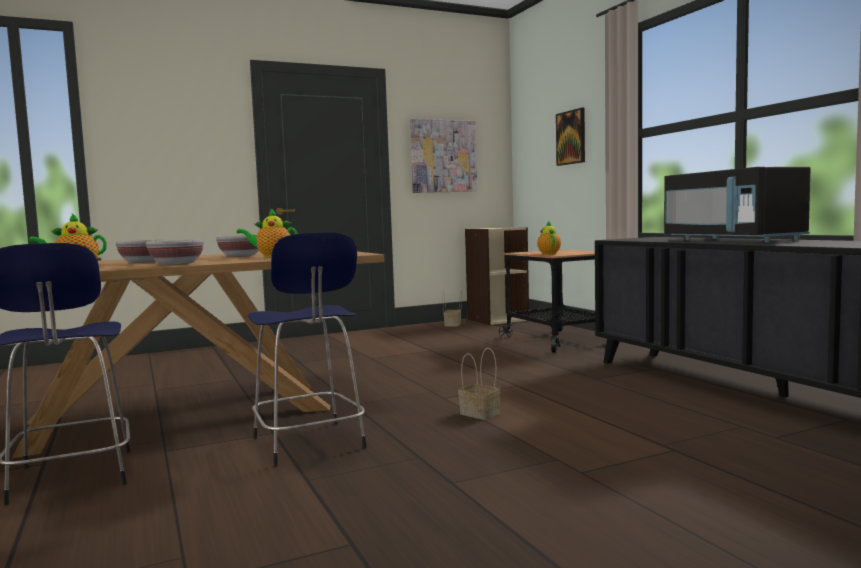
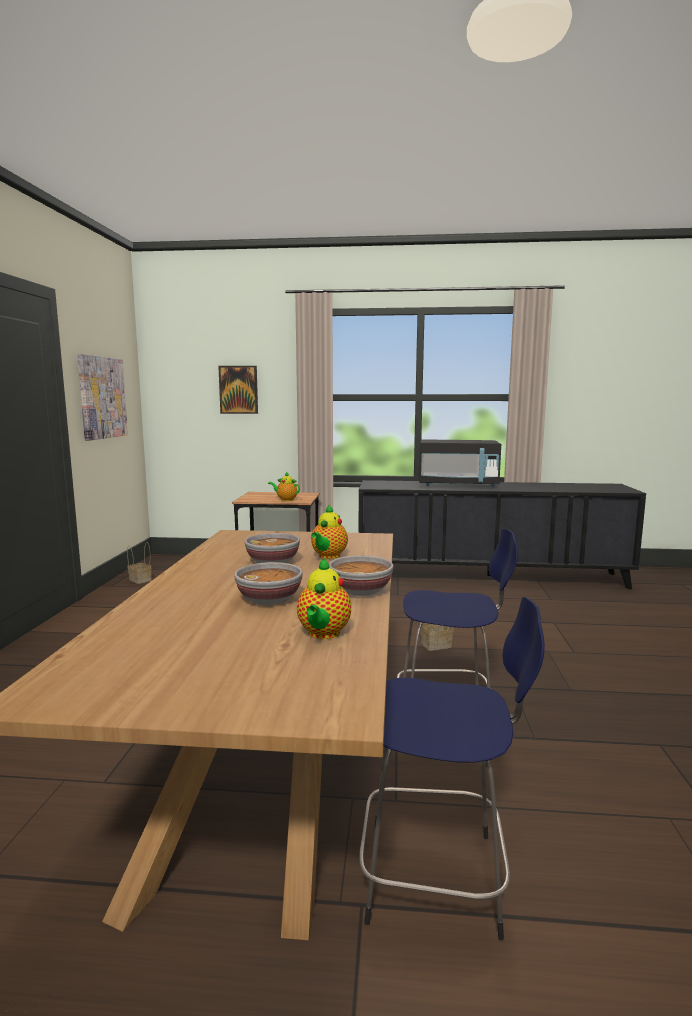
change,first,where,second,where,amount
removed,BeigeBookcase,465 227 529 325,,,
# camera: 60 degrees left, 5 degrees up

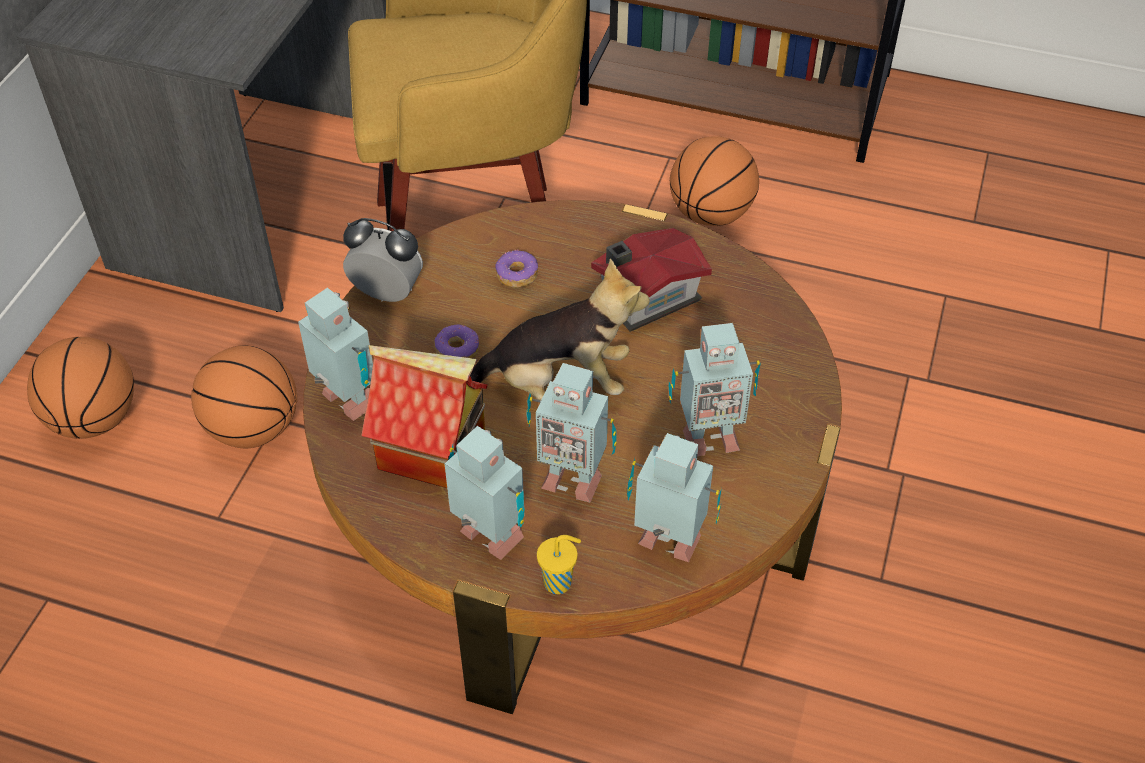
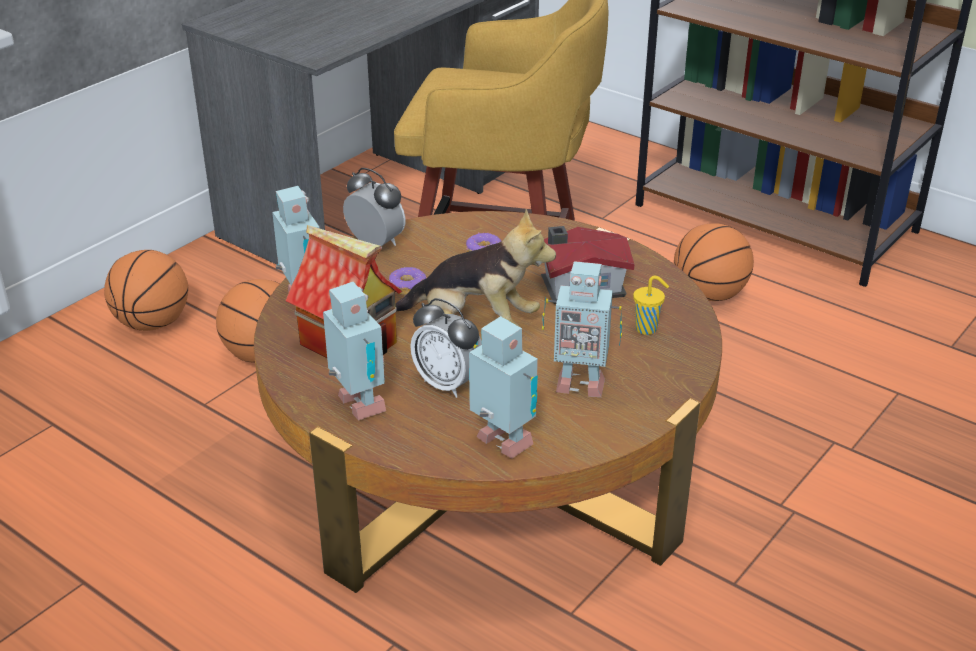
change,first,where,second,where,amount
replaced,ToyRobot,527 363 617 503,AlarmClock,410 298 482 398,
moved,YellowCup,537 535 581 594,,633 276 669 335,
# camera: 20 degrees right, 15 degrees down

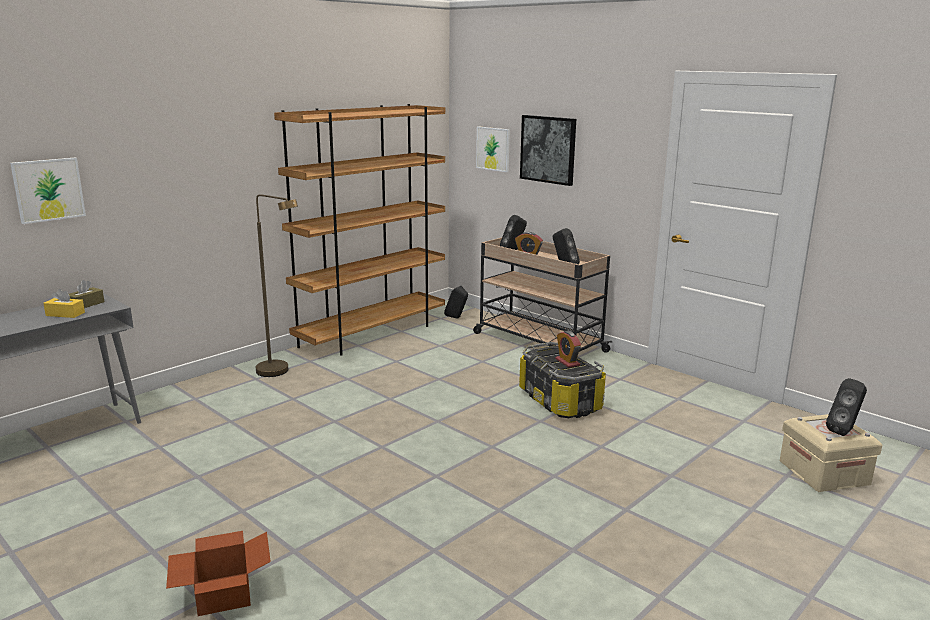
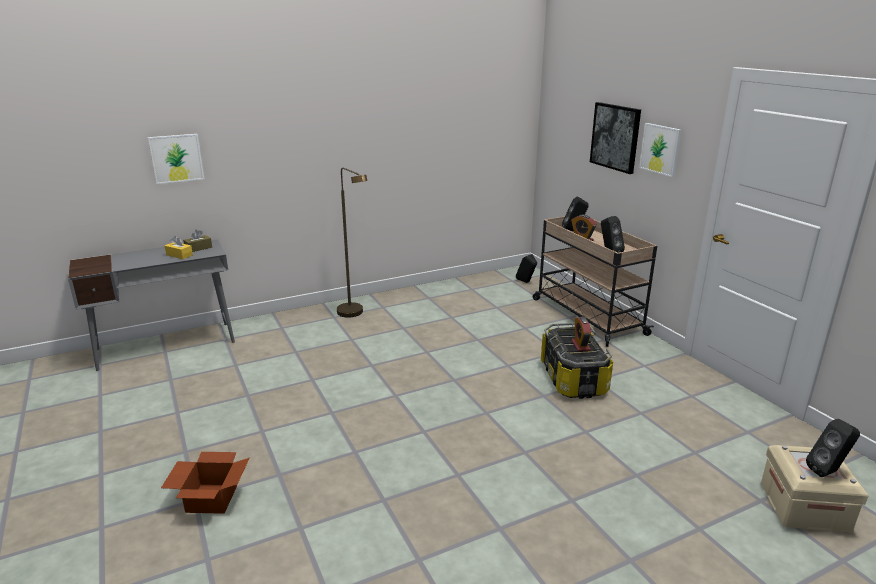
change,first,where,second,where,amount
removed,BrownBookcase,274 104 445 356,,,
moved,Picture,476 126 510 172,,639 123 681 177,
# camera: 20 degrees right, 5 degrees up

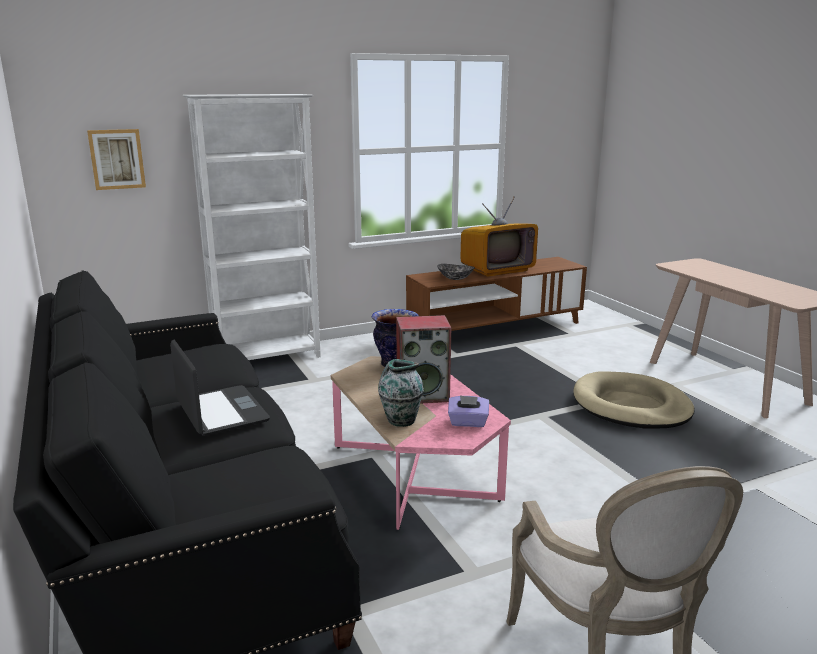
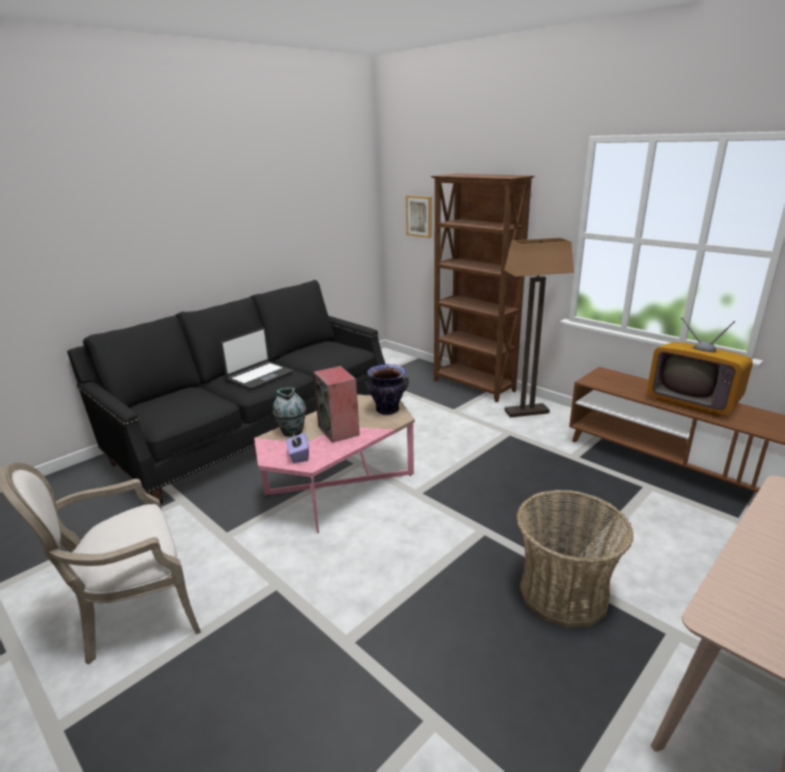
change,first,where,second,where,amount
recoloured,WhiteBookcase,183 94 321 360,BrownBookcase,431 173 535 402,
removed,Bowl,437 264 475 280,,,
replaced,BeigeDogBed,573 371 695 429,Basket,516 489 634 628,
added,,,FloorLamp,504 238 574 418,
# camera: 70 degrees right, 5 degrees up

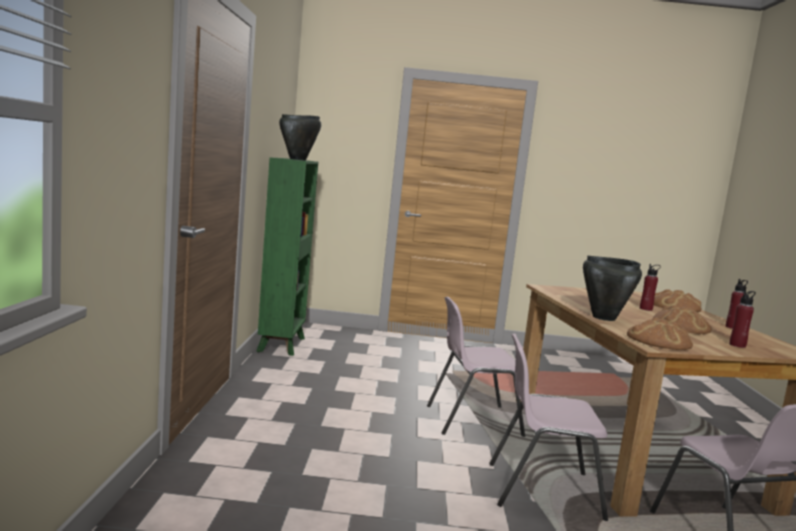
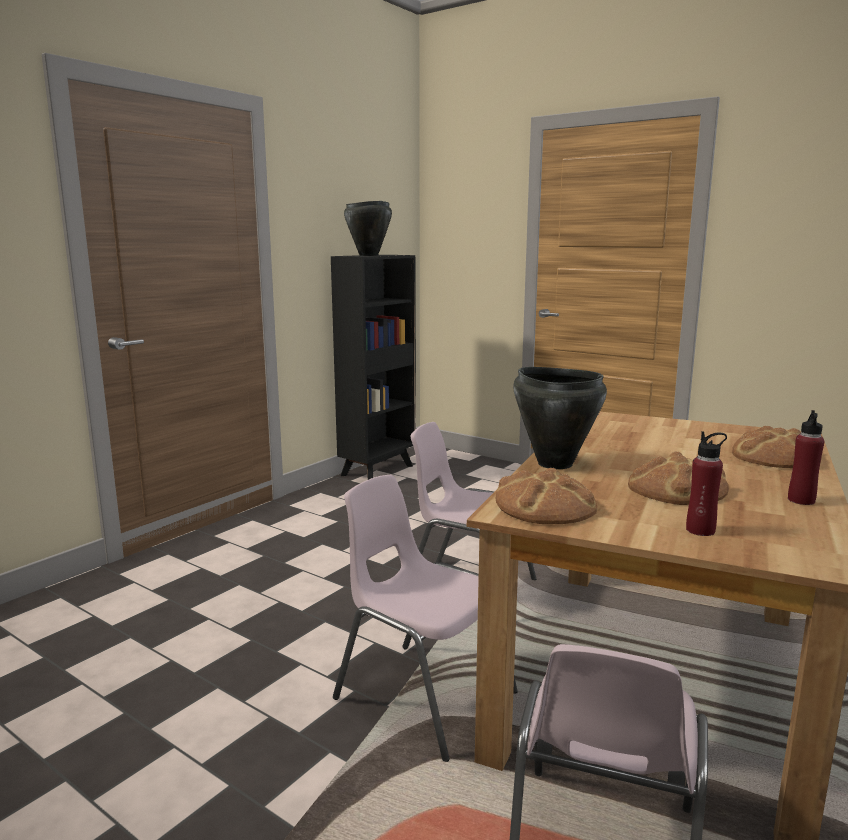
change,first,where,second,where,amount
recoloured,GreenBookcase,257 158 318 356,BlackBookcase,331 255 416 480,
removed,RedBottle,640 264 661 311,,,
# camera: 35 degrees right, 5 degrees up

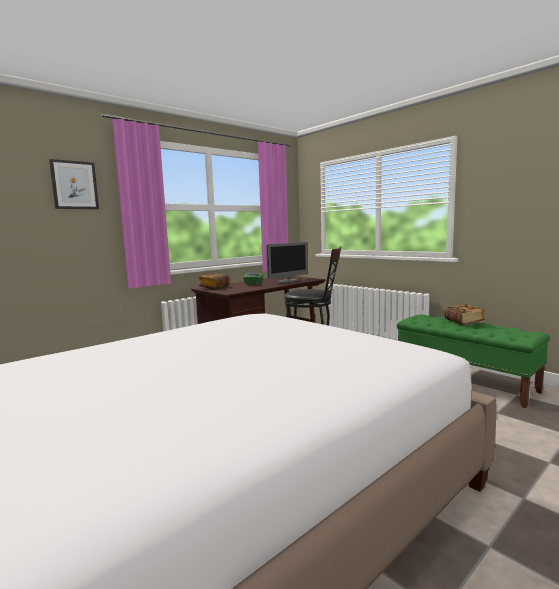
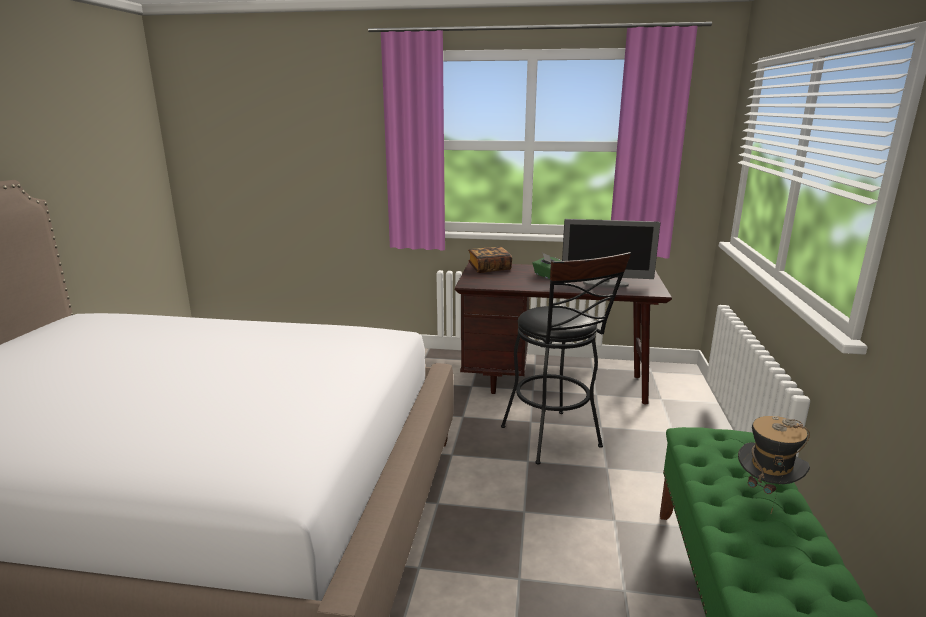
change,first,where,second,where,amount
removed,Picture,49 159 99 209,,,
replaced,Book,445 304 485 325,Hat,738 416 810 513,
# camera: 50 degrees right, 10 degrees up

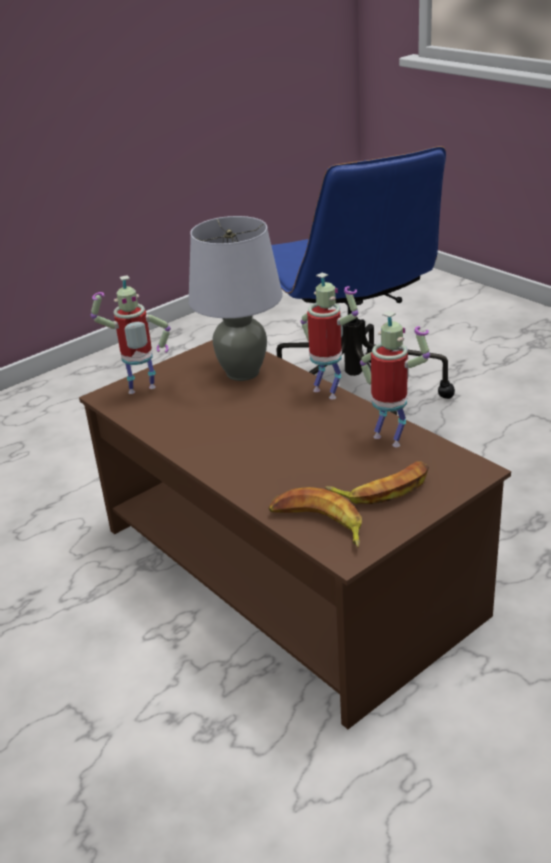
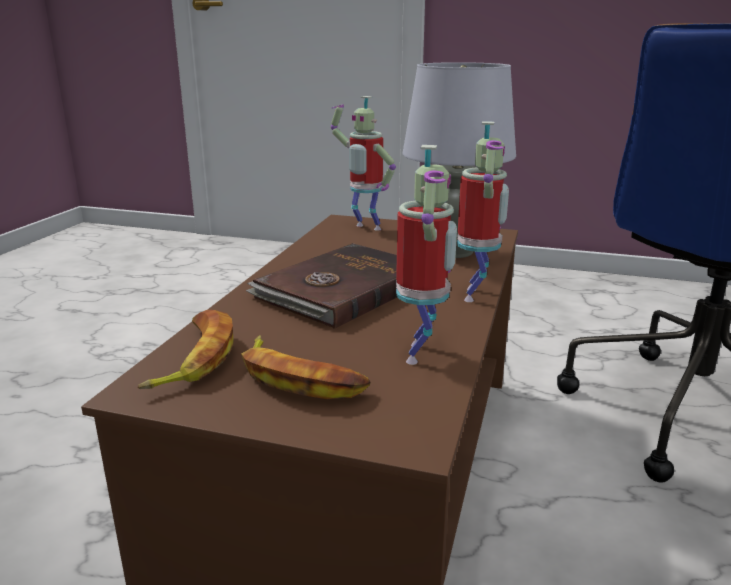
change,first,where,second,where,amount
added,,,BrownBook,246 243 397 329,
# camera: 55 degrees right, 10 degrees down

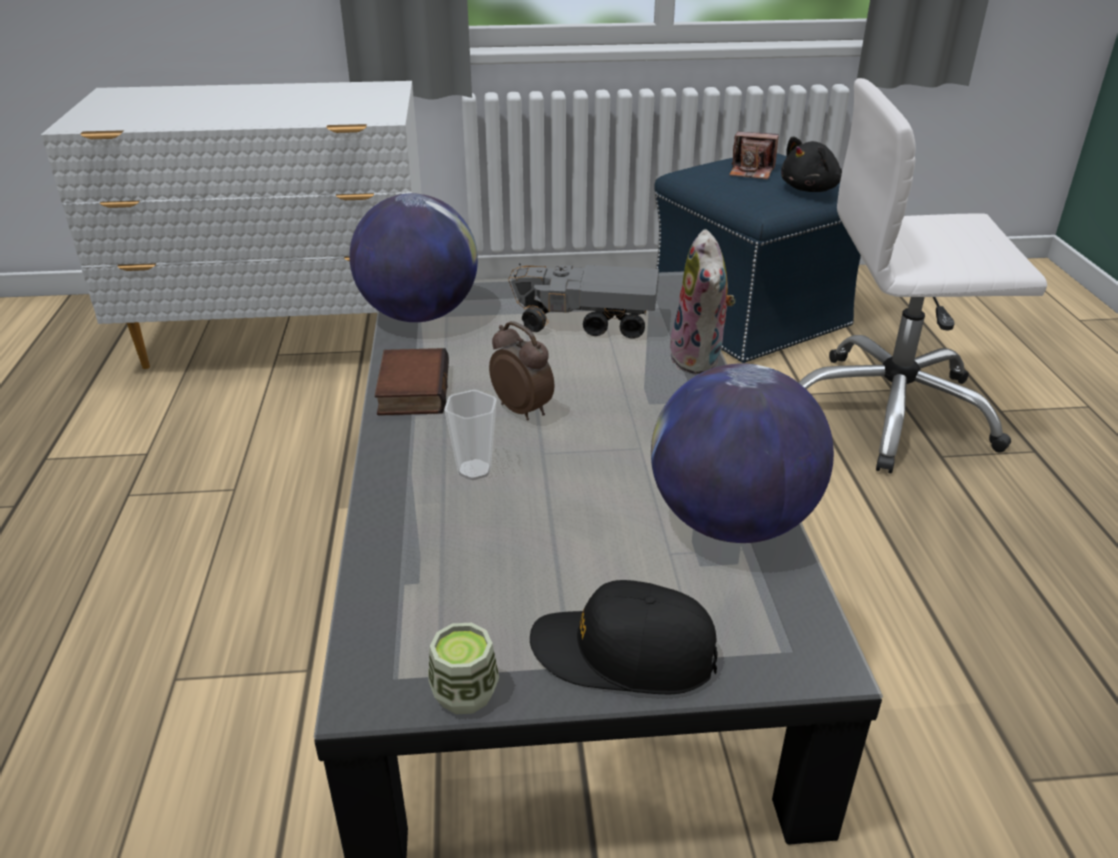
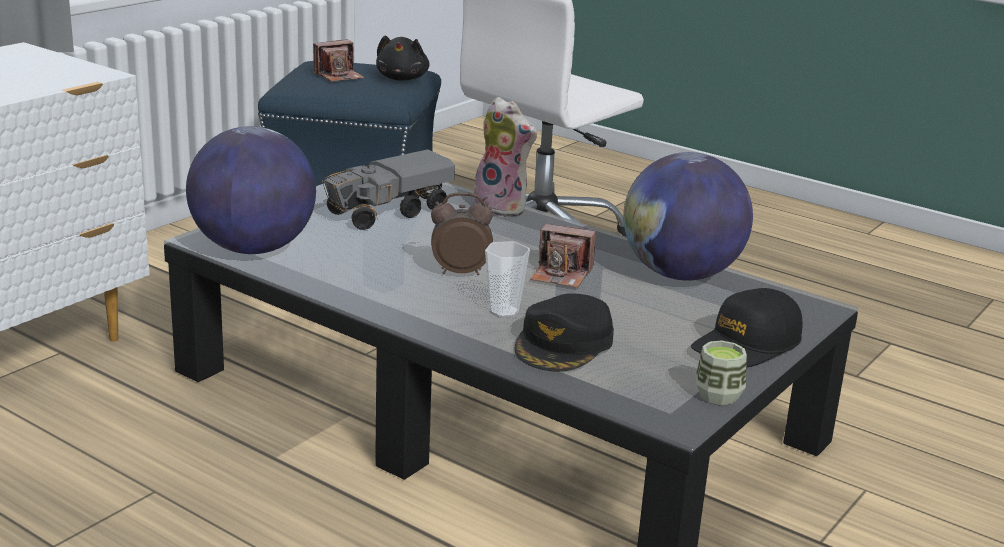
change,first,where,second,where,amount
removed,Book,375 348 449 415,,,
added,,,PhotoCamera,531 224 596 288,
added,,,BlackCap,514 293 614 371,
# camera: 50 degrees left, 10 degrees down

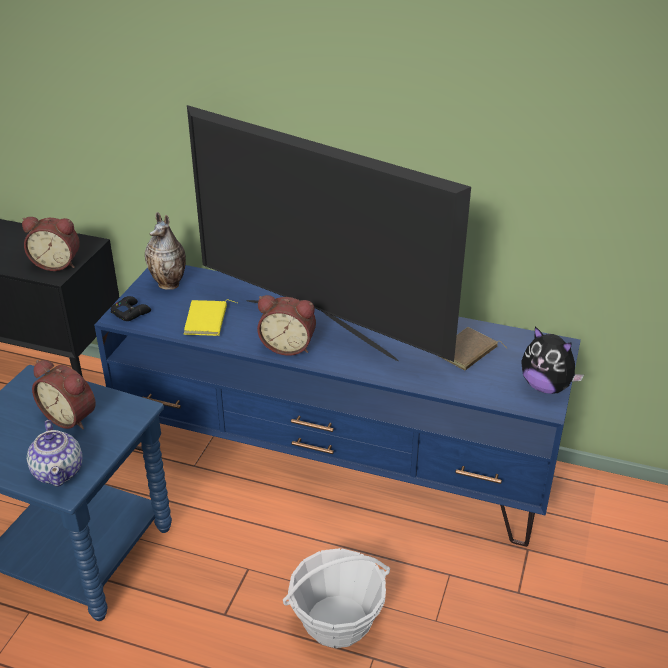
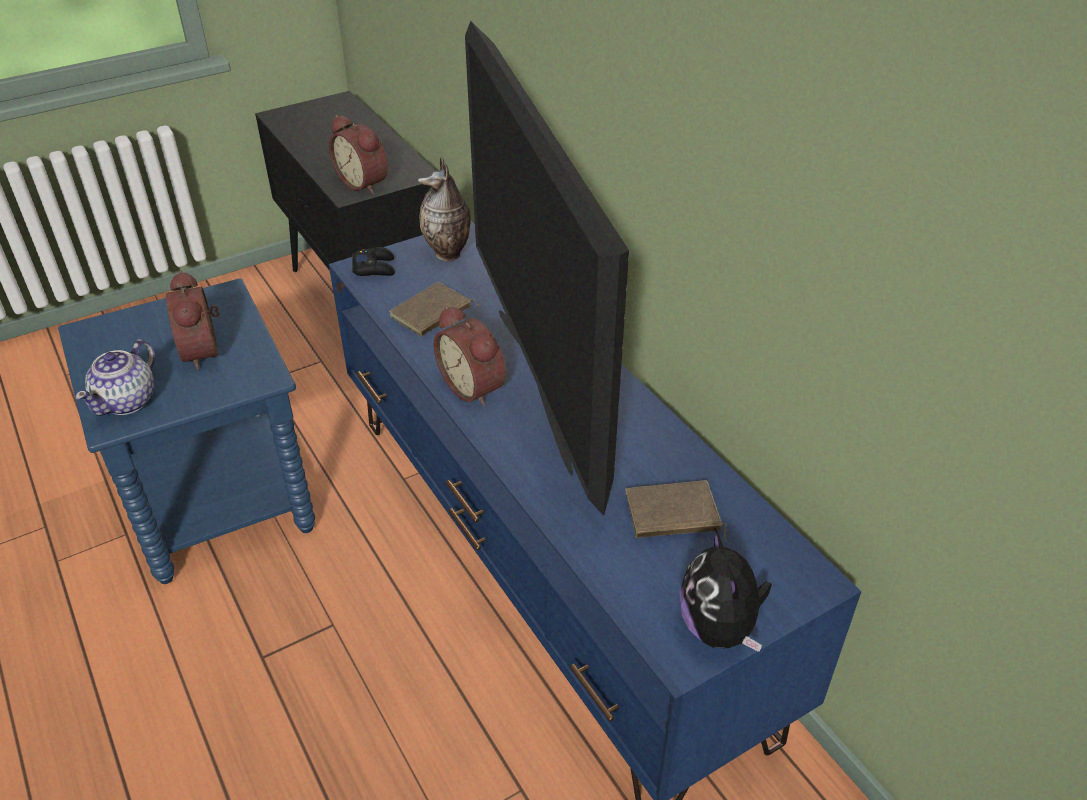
change,first,where,second,where,amount
recoloured,YellowBook,184 300 237 336,BrownBook,389 282 481 336,
removed,Basket,283 548 390 648,,,
# camera: 40 degrees right, 5 degrees up

